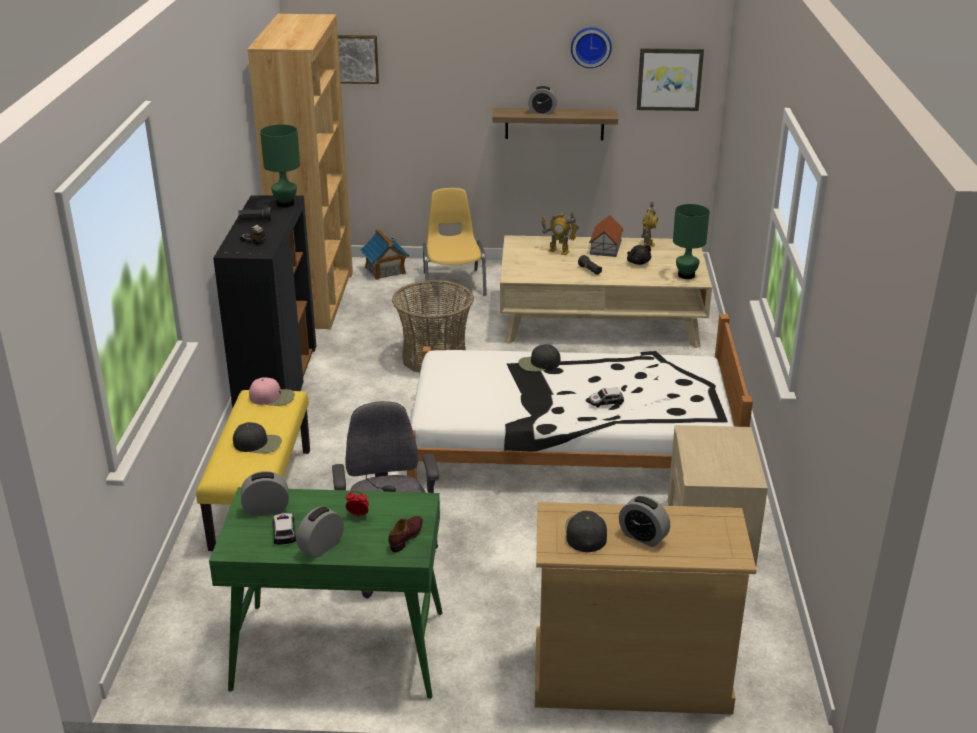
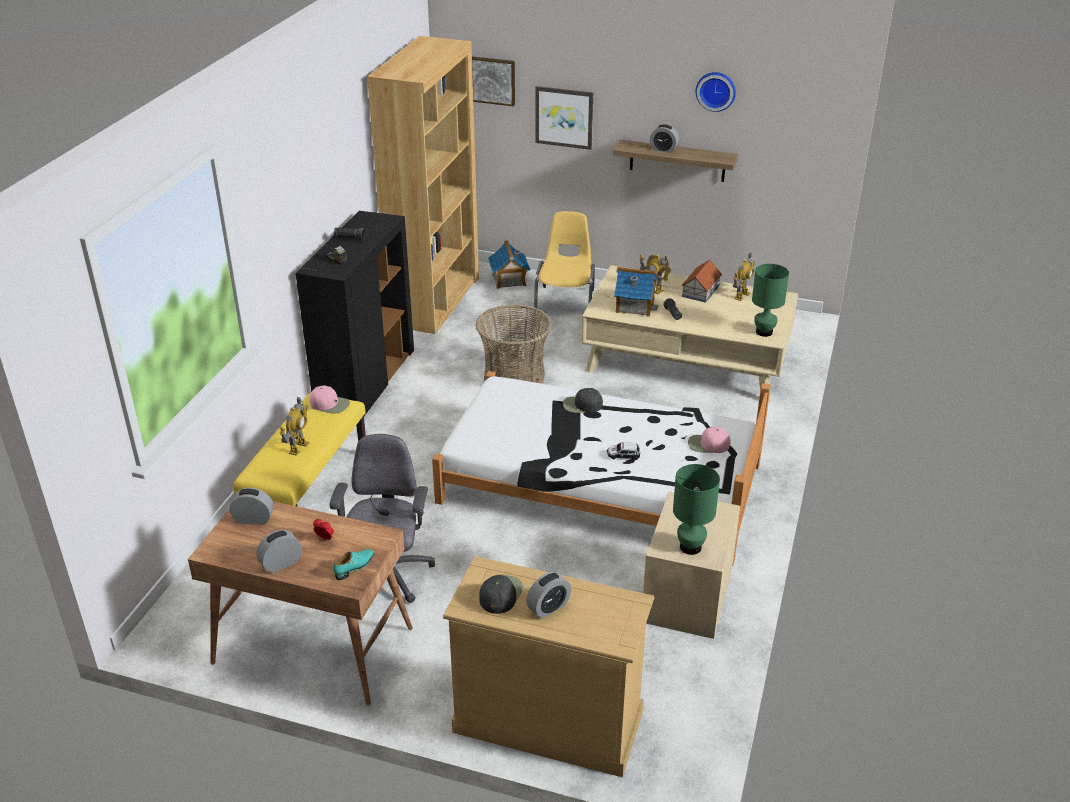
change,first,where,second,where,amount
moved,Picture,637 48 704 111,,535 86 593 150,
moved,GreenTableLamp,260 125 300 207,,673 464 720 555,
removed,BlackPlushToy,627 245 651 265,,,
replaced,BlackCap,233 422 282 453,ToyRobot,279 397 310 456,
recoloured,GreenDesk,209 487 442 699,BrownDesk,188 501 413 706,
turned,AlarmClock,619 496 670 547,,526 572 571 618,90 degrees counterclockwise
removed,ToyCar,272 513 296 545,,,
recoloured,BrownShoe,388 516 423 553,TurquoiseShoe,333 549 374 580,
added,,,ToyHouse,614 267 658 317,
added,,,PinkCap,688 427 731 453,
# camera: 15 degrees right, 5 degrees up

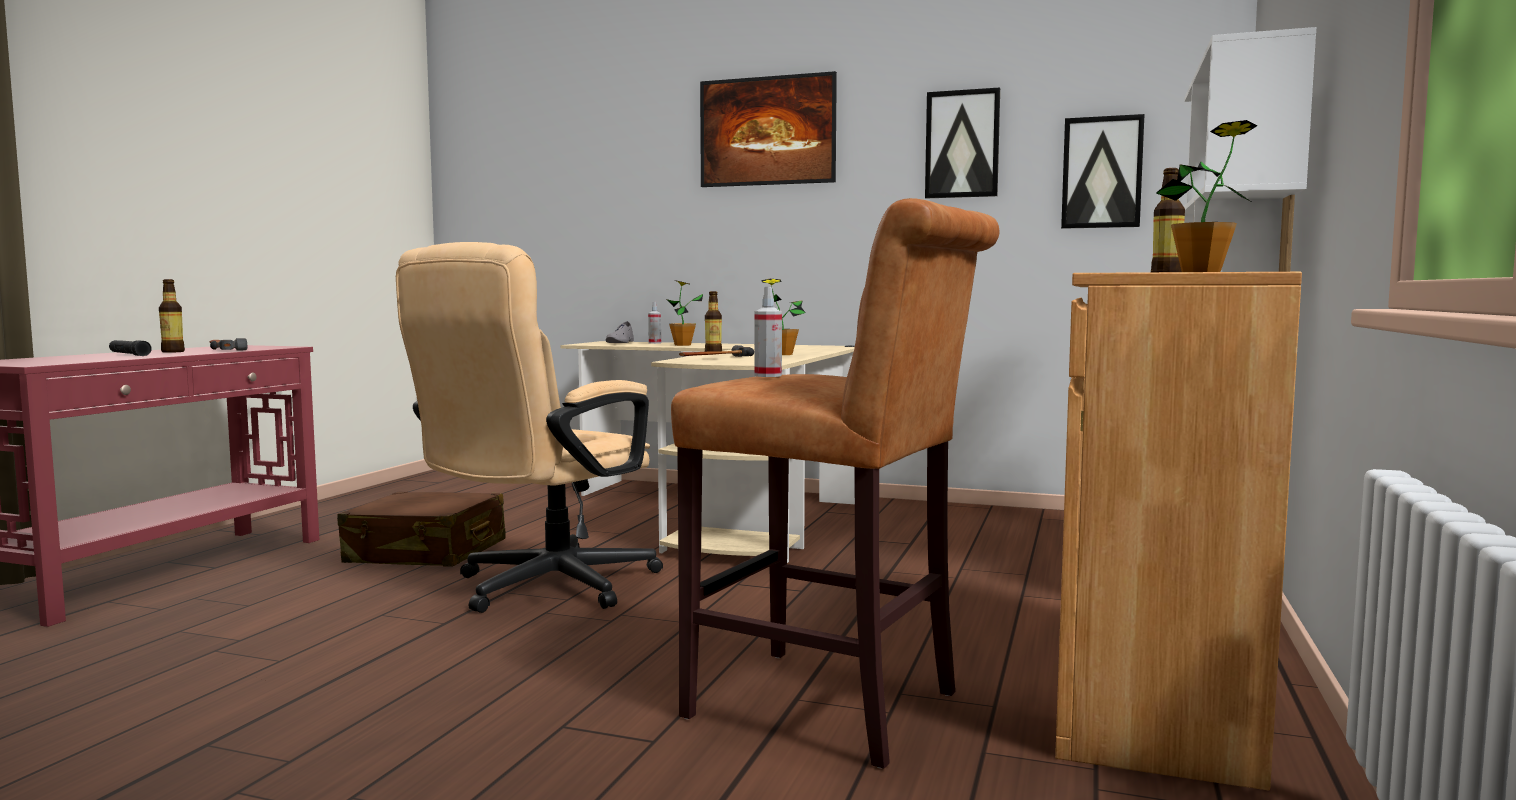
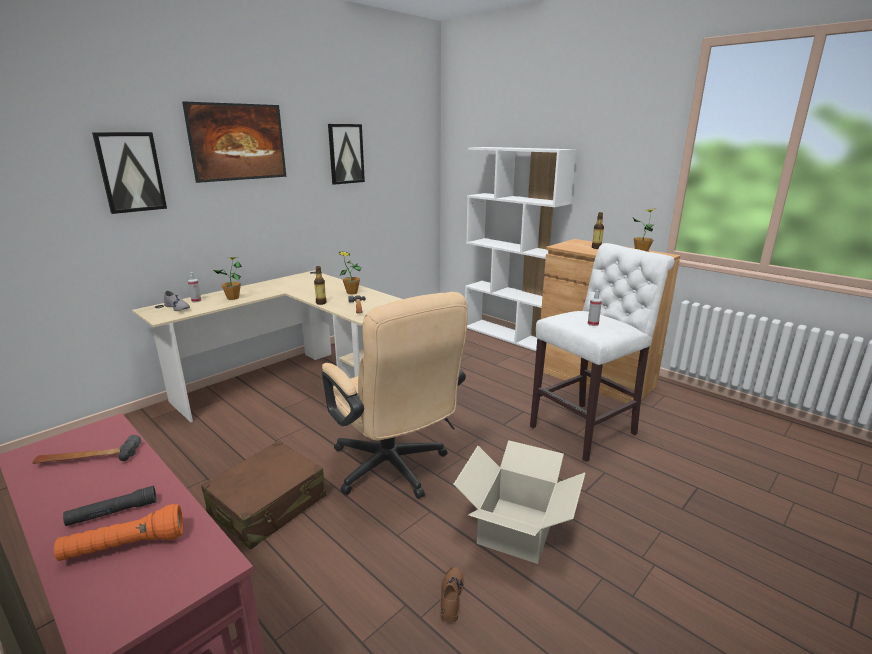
change,first,where,second,where,amount
moved,Picture,1061 114 1145 229,,92 132 167 214,
recoloured,BrownStool,671 198 999 769,WhiteStool,530 243 675 462,
removed,Bottle,159 279 185 353,,,
added,,,CardboardBox,453 440 585 564,
added,,,OrangeFlashlight,54 504 183 561,
added,,,BrownShoe,440 567 464 622,
# camera: 65 degrees left, 15 degrees up

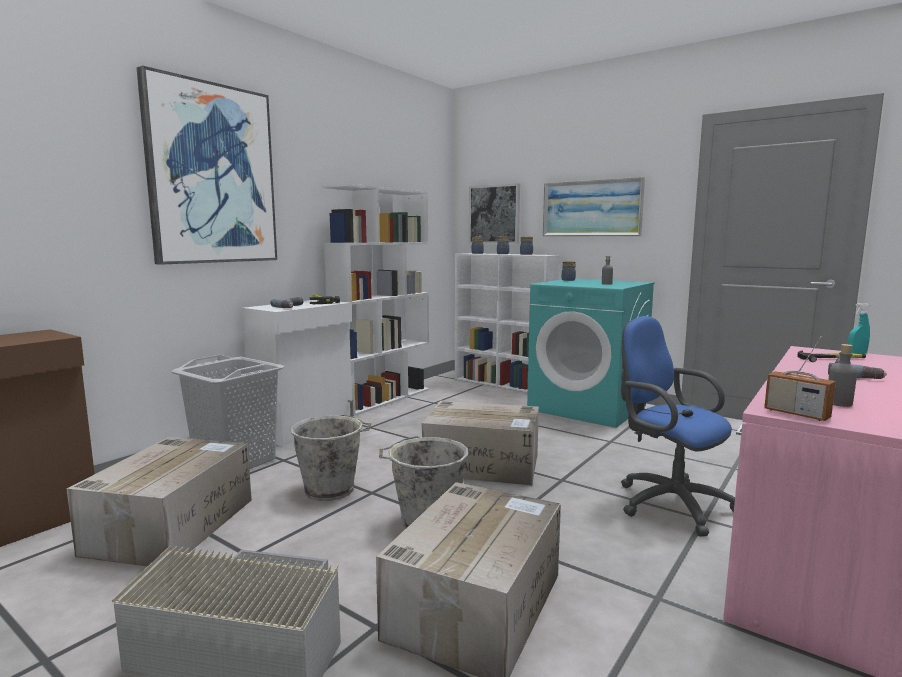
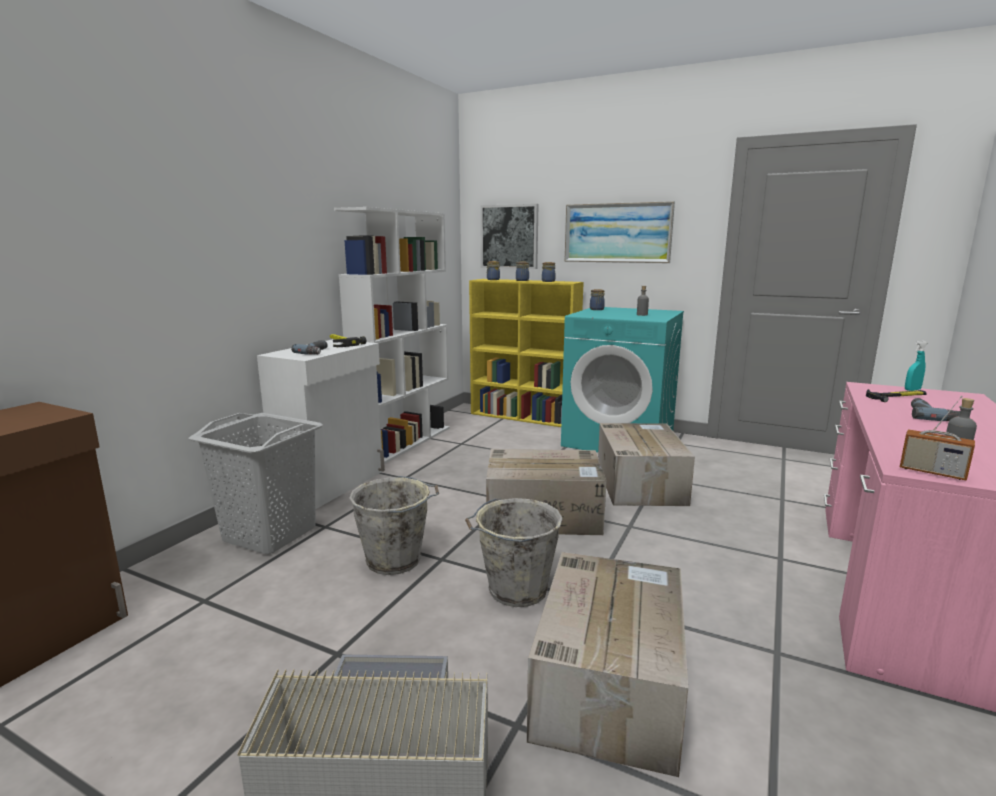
change,first,where,second,where,amount
removed,Picture,137 66 277 265,,,
recoloured,WhiteBookcase,455 253 560 393,YellowBookcase,469 279 584 427,
removed,BlueOfficeChair,621 316 735 537,,,
moved,CardboardBox,66 437 252 567,,598 423 695 506,
# camera: 10 degrees left, 5 degrees up

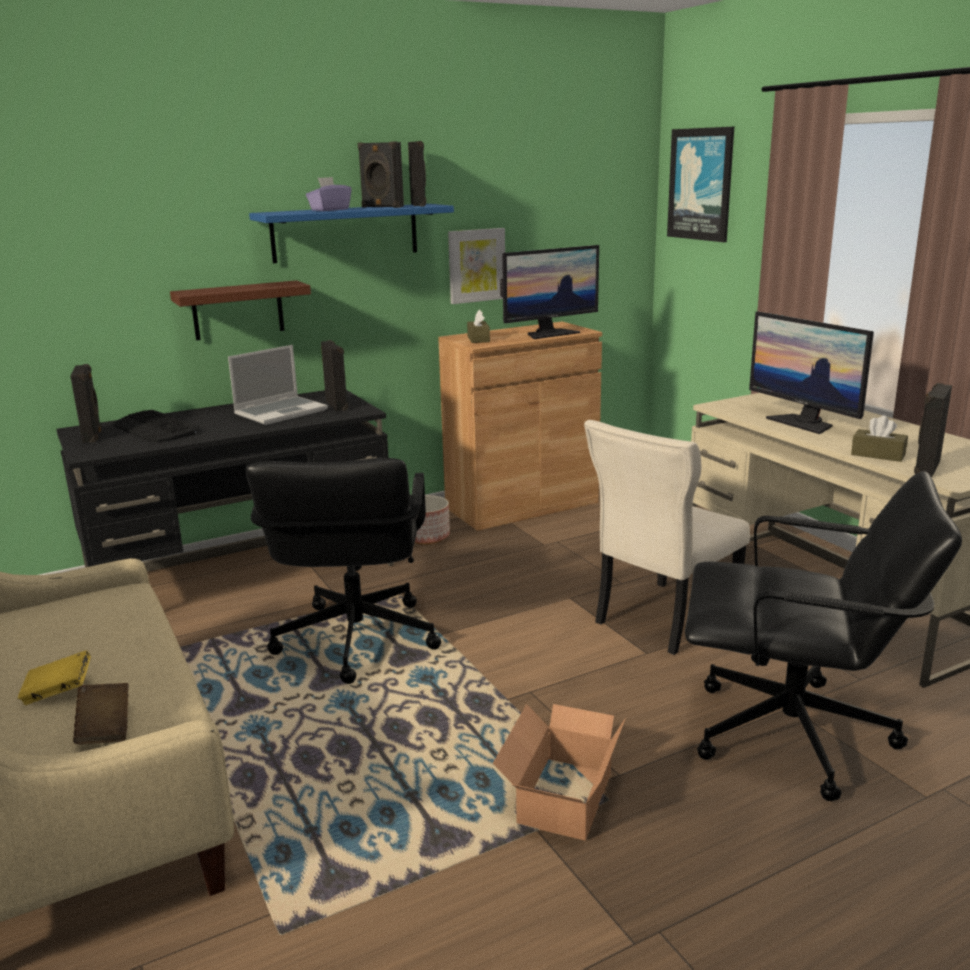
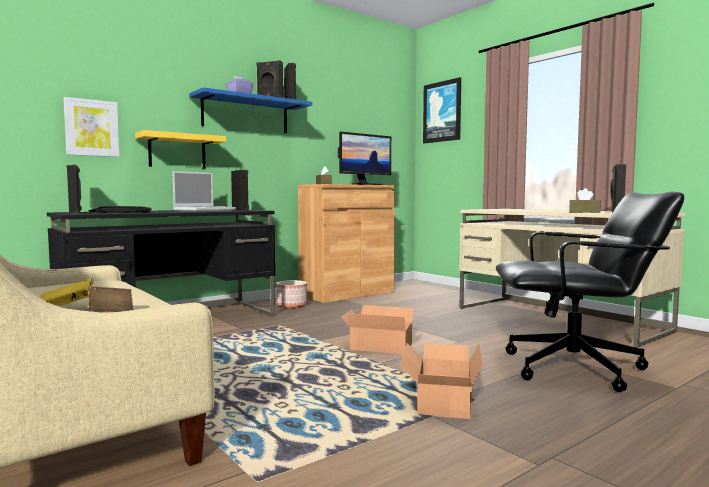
change,first,where,second,where,amount
moved,Picture,448 228 505 304,,63 97 119 157,
recoloured,BrownShelf,170 280 311 340,YellowShelf,135 130 226 168,
removed,Monitor,749 311 874 434,,,
removed,BeigeChair,584 420 750 655,,,
removed,BlackOfficeChair,246 458 441 684,,,
added,,,CardboardBox,342 305 419 354,
# camera: 10 degrees left, 15 degrees down

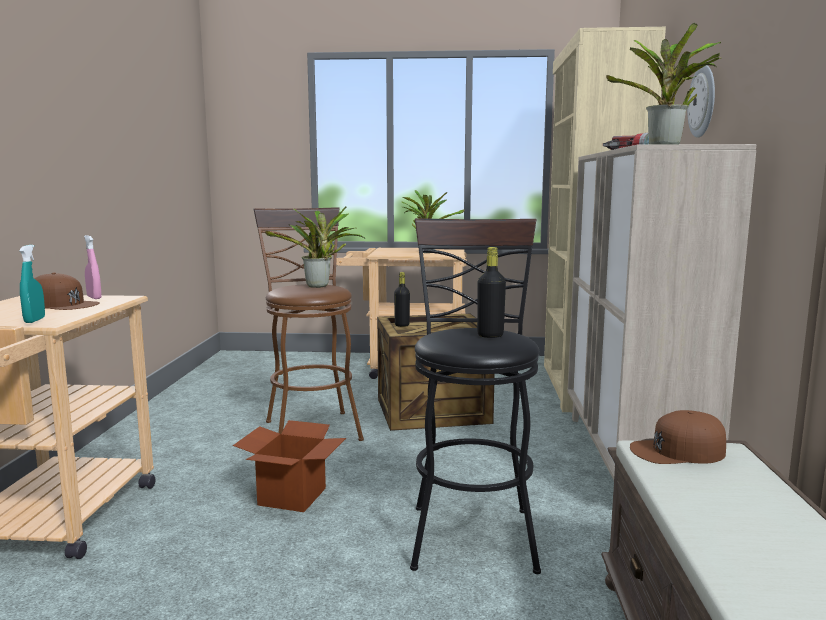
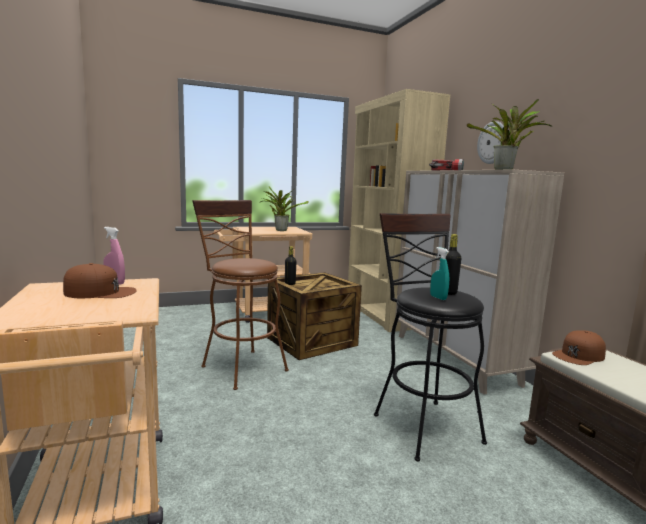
change,first,where,second,where,amount
removed,PottedPlant,265 206 366 288,,,
moved,TurquoiseSprayBottle,19 245 45 323,,430 247 449 300,
removed,CardboardBox,233 420 346 512,,,
# camera: 25 degrees left, 0 degrees up

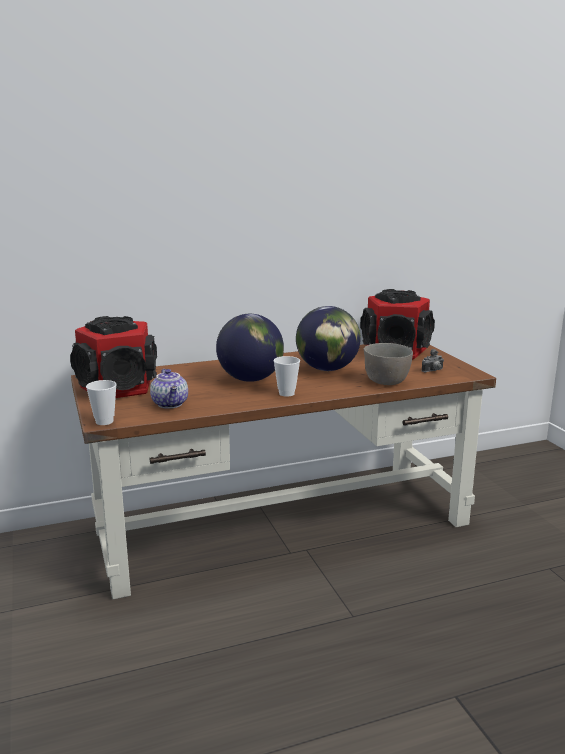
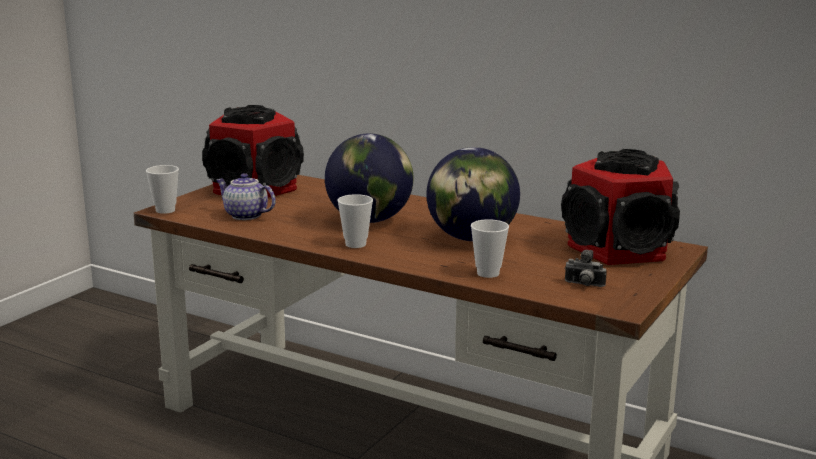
change,first,where,second,where,amount
replaced,GreyBowl,363 343 413 385,Cup,471 219 509 278,
turned,Teapot,150 369 188 409,,216 173 276 220,90 degrees clockwise
# camera: 50 degrees right, 0 degrees up

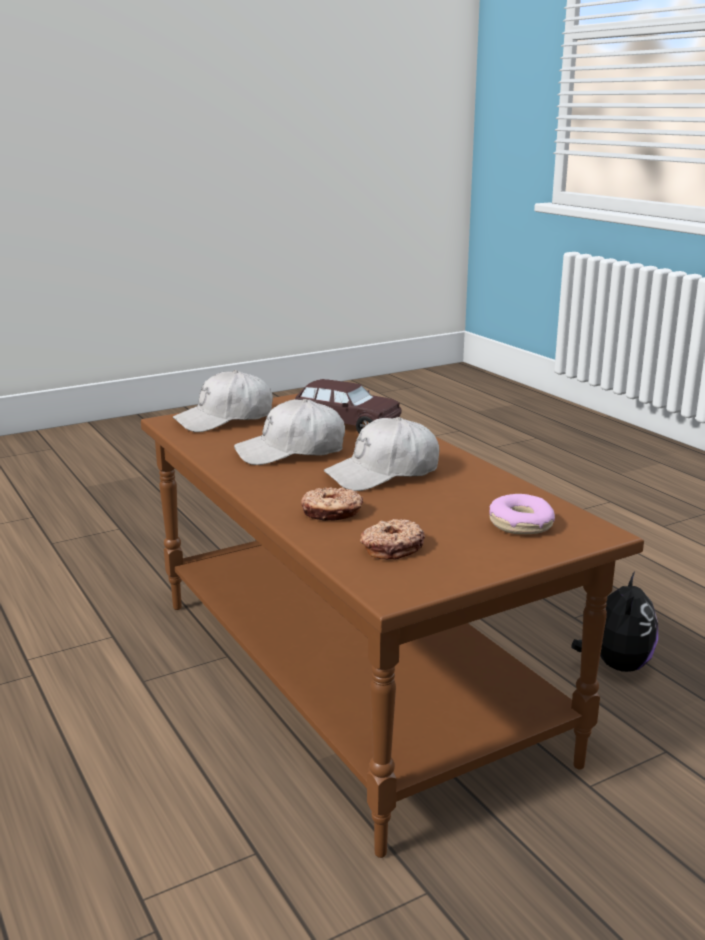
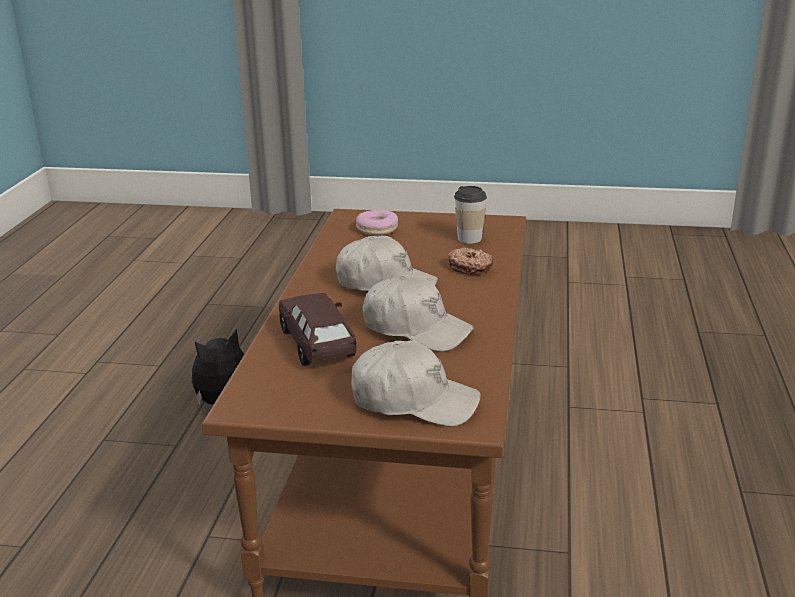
change,first,where,second,where,amount
replaced,Donut,360 519 425 560,Cup,454 186 487 244,
# camera: 140 degrees left, 5 degrees up

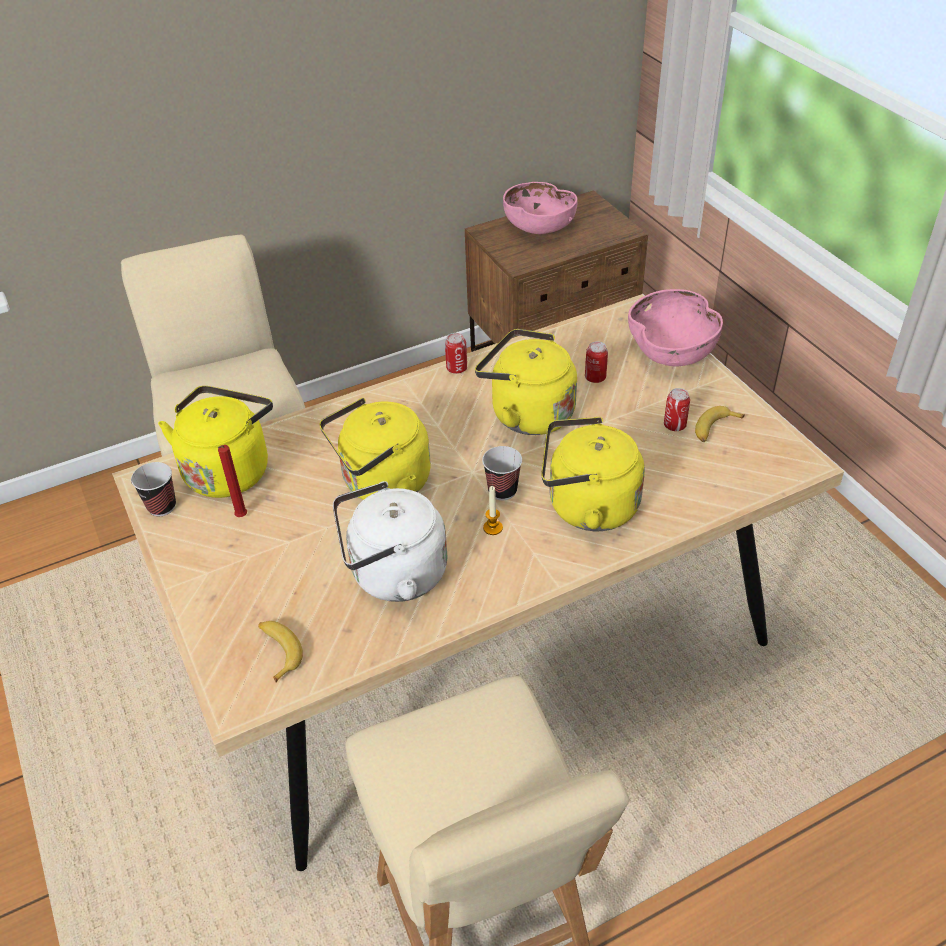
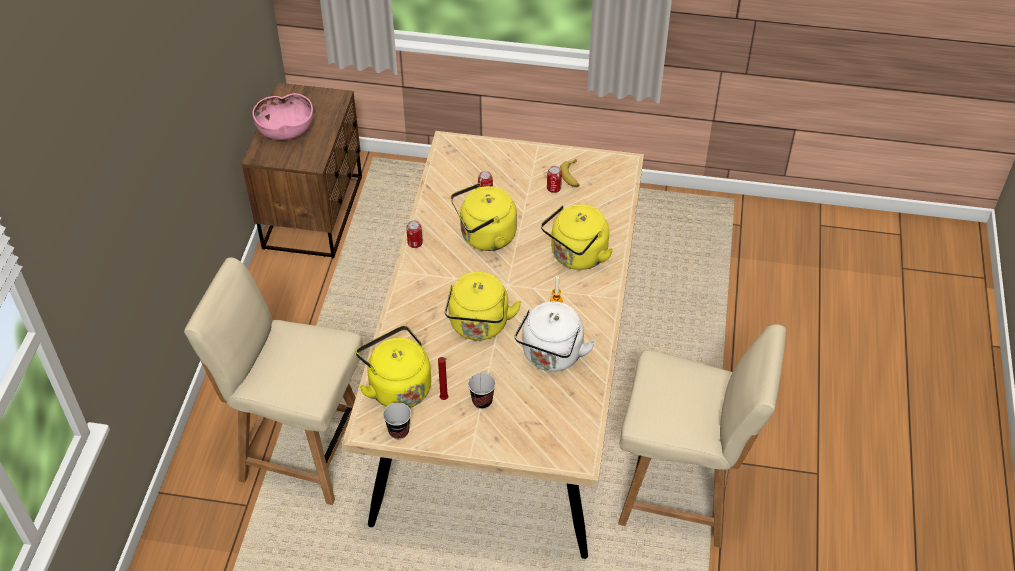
change,first,where,second,where,amount
removed,PinkBowl,628 289 723 367,,,
moved,Cup,482 446 522 500,,468 372 496 409,
removed,Banana,258 621 303 683,,,
# camera: 55 degrees left, 5 degrees up

